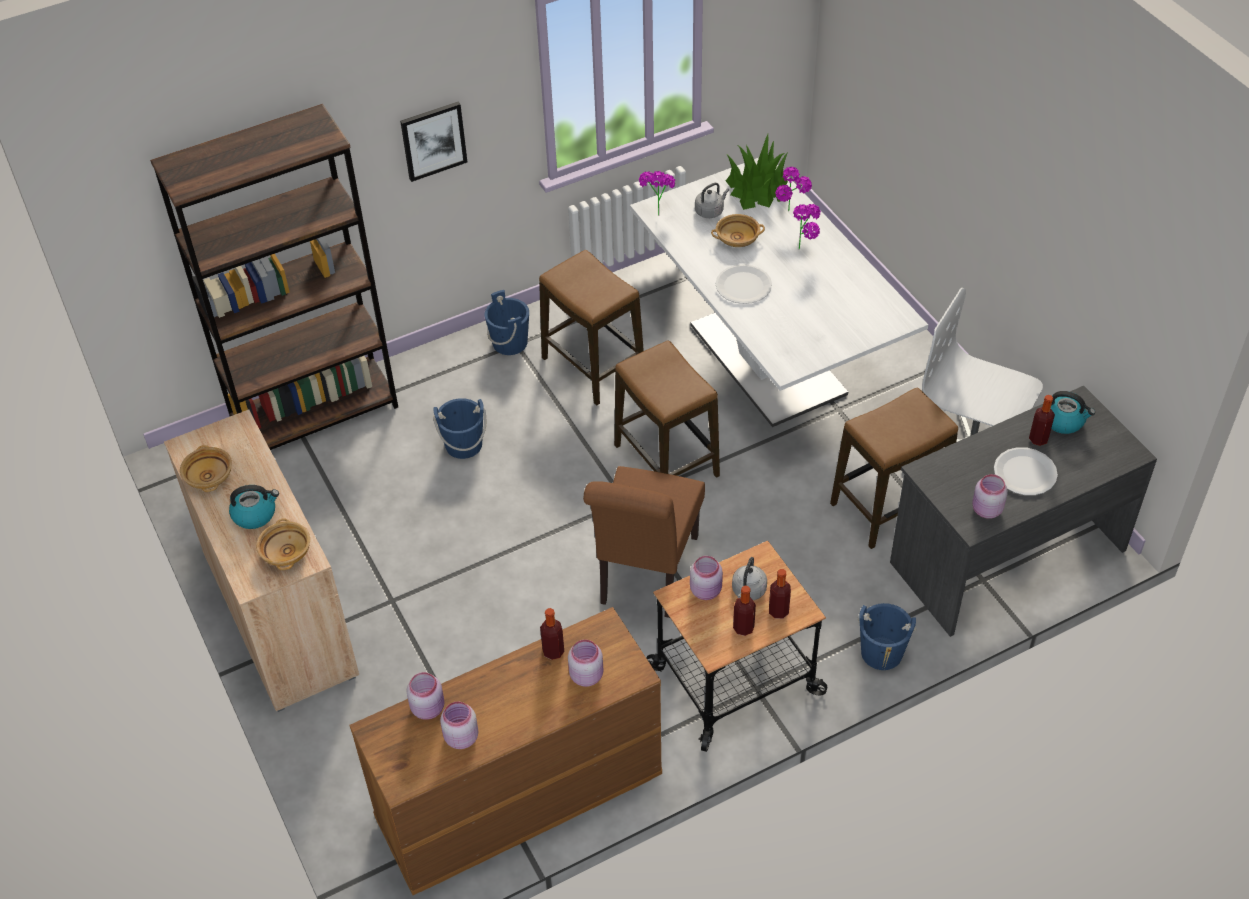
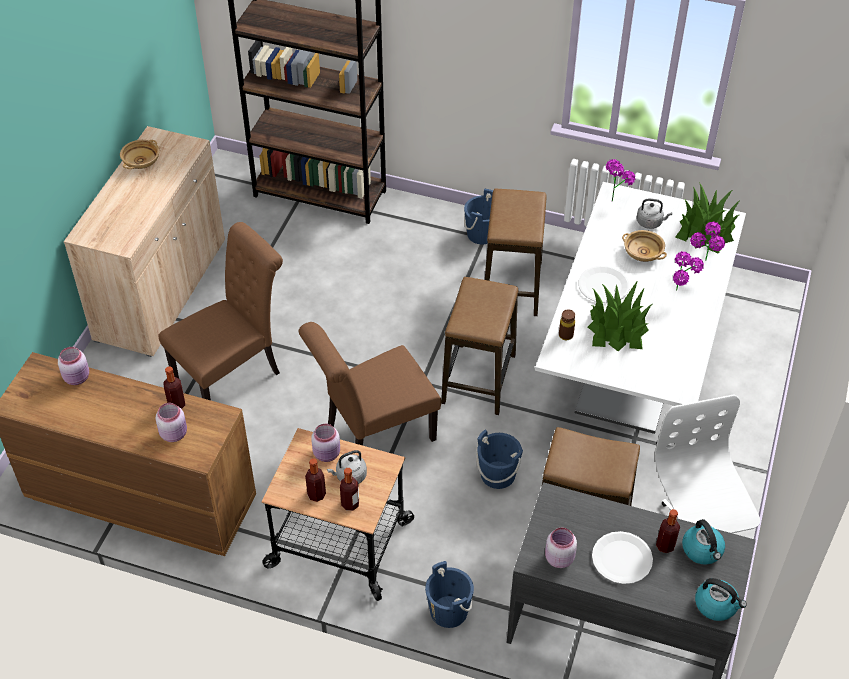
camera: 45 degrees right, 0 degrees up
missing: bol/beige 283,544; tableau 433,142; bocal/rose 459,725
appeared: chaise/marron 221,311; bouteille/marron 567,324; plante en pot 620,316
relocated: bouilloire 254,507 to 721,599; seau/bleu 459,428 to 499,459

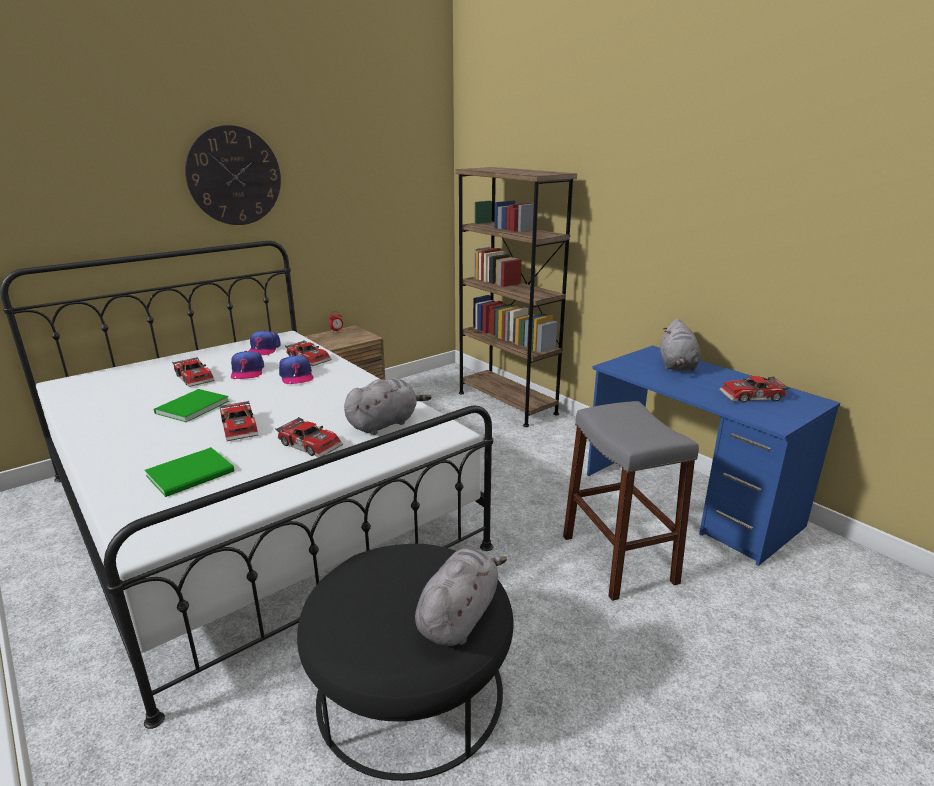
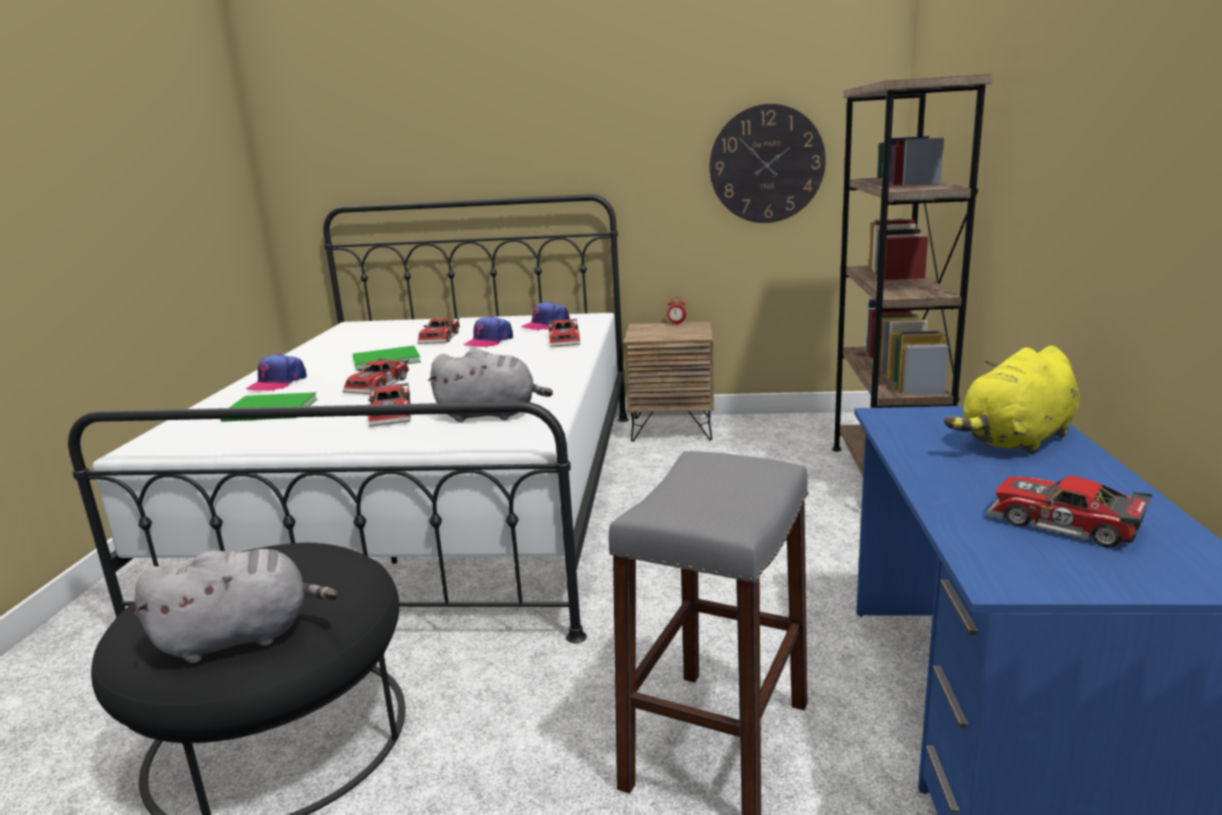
camera: 45 degrees right, 5 degrees down
relocated: horloge murale 233,175 to 767,163; casquette 296,369 to 276,372
colour: peluche/gris 680,344 to peluche/jaune 1011,400

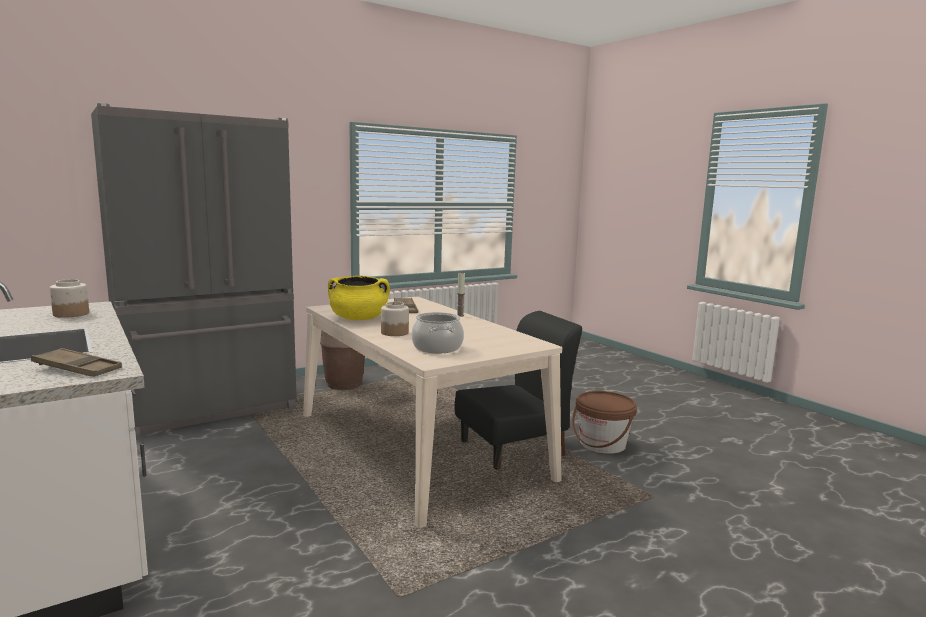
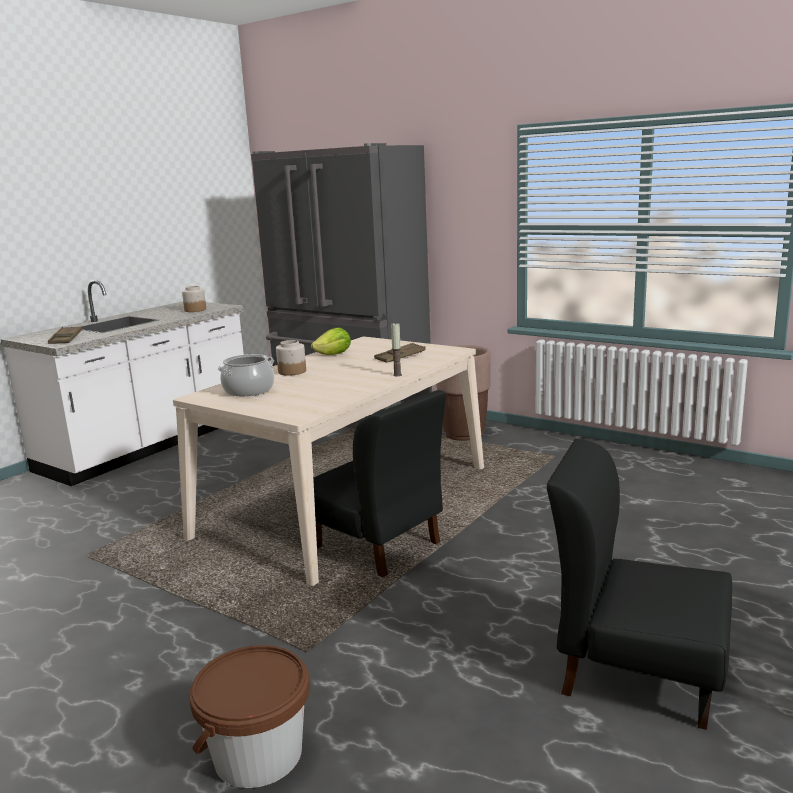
camera: 70 degrees right, 5 degrees up
appeared: chaise/noir 639,584
relocated: seau/marron 604,422 to 249,716
exchanged: marmite/jaune 359,298 to laitue 331,341

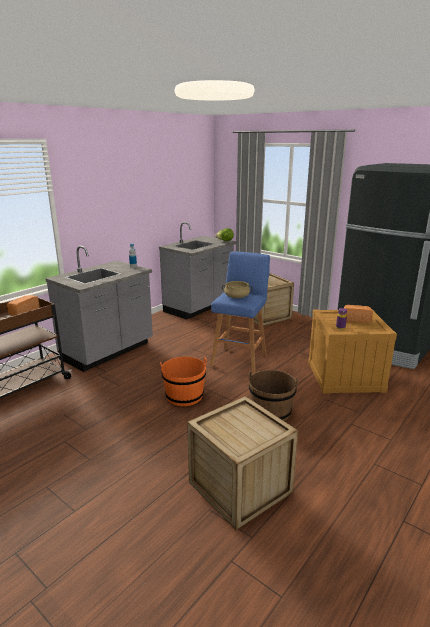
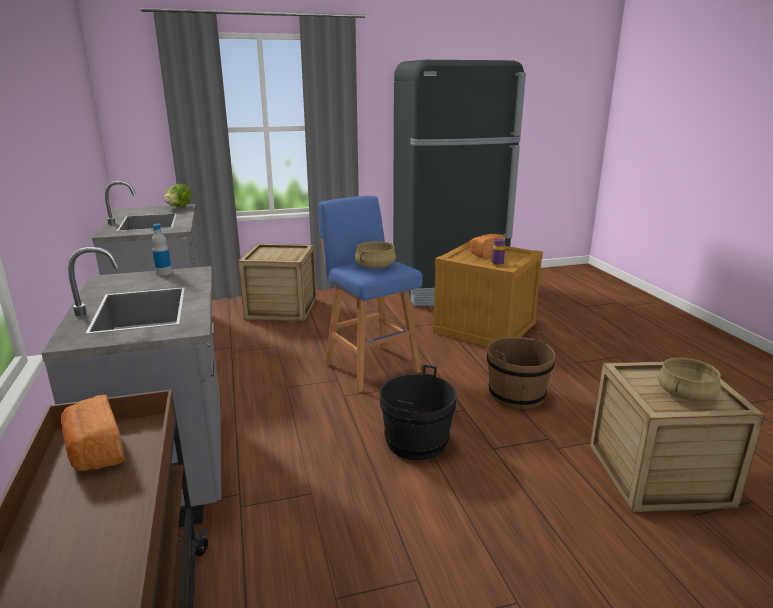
camera: 55 degrees left, 0 degrees up
appeared: marmite/beige 689,379
colour: seau/orange 183,381 to seau/noir 418,412

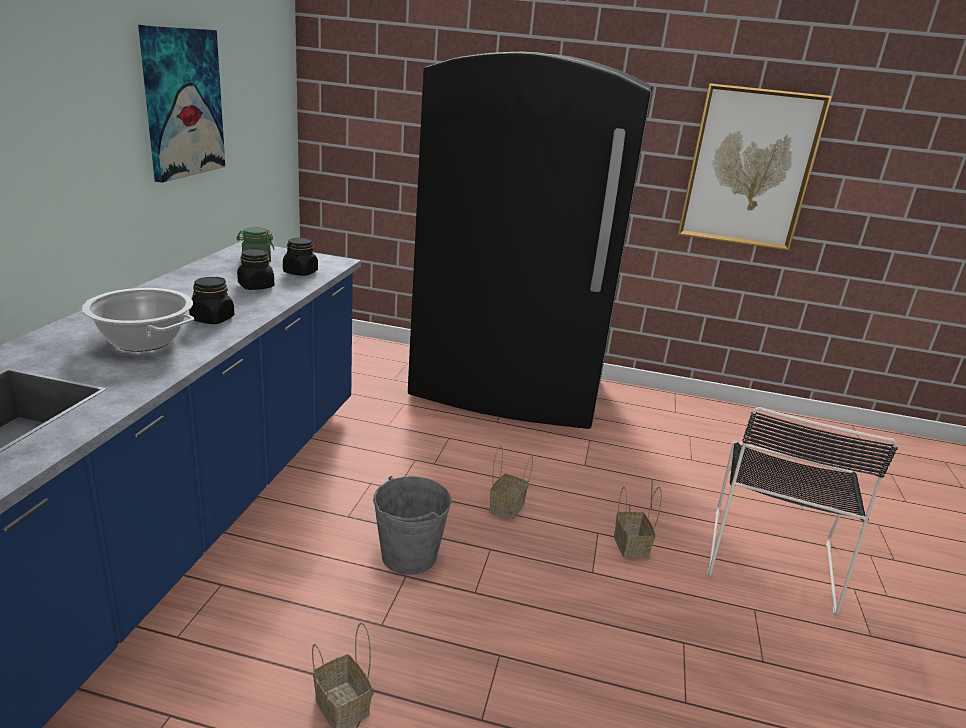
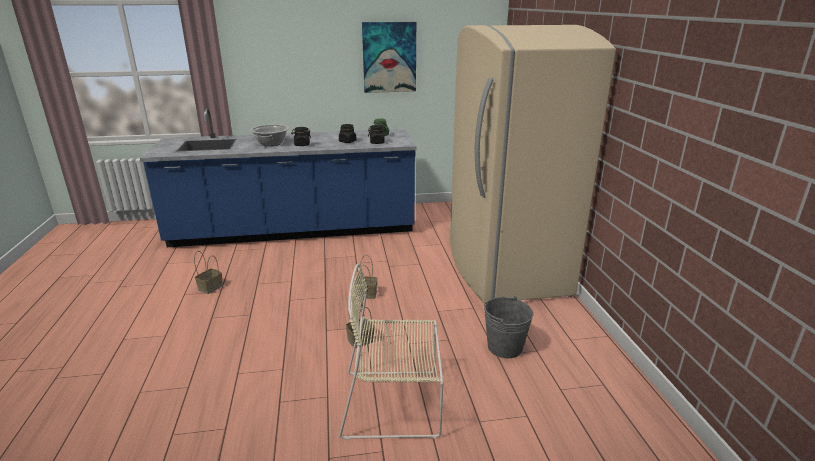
camera: 70 degrees right, 0 degrees up
missing: tableau 755,166
relocated: seau/gris 412,525 to 509,327
colour: réfrigérateur/noir 530,240 to réfrigérateur/beige 533,164; chaise/noir 802,511 to chaise/beige 391,352

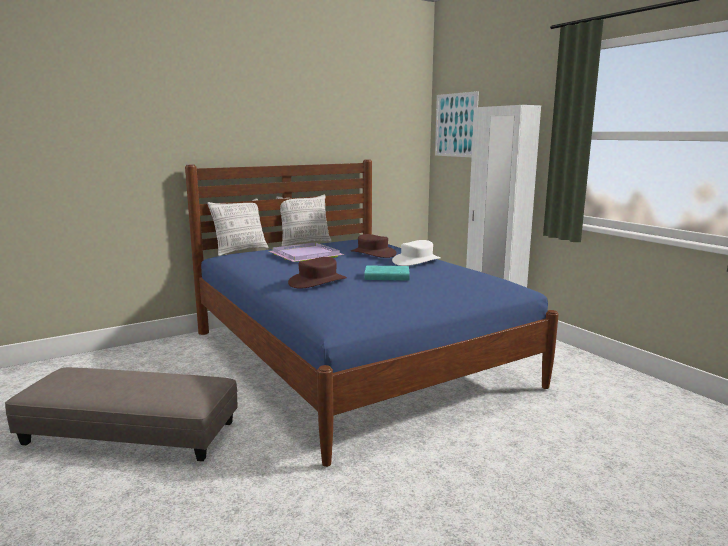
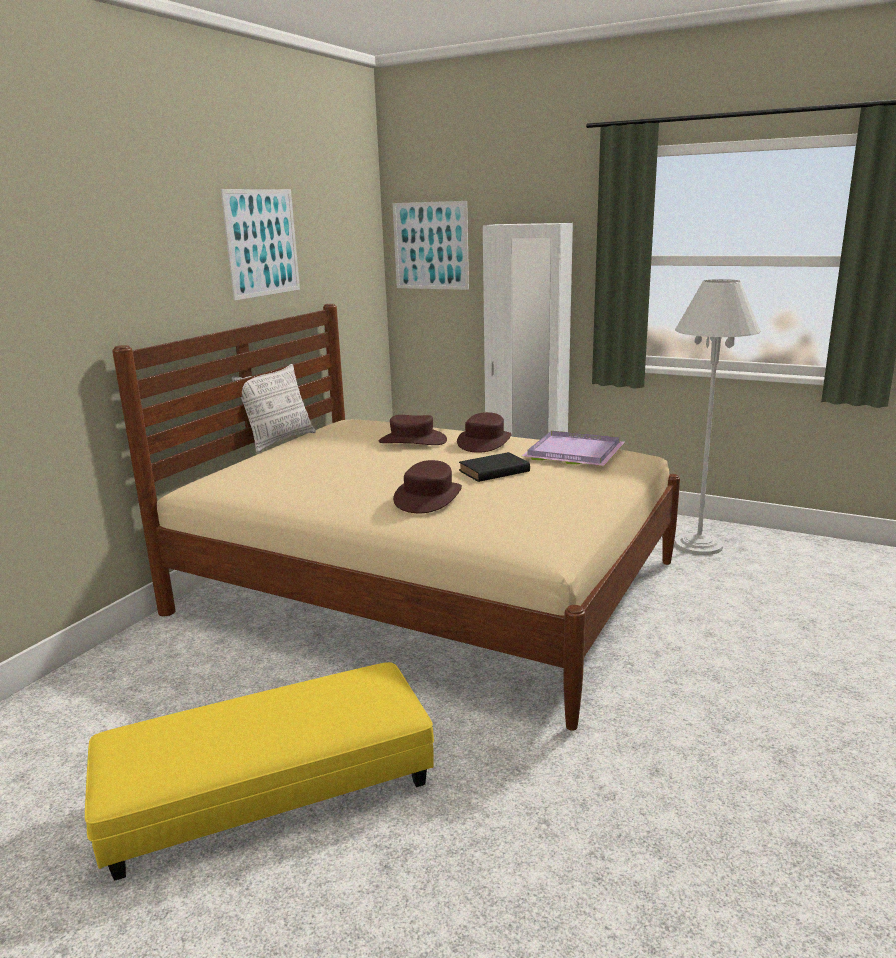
camera: 30 degrees left, 5 degrees up
missing: coussin 237,227
appeared: tableau 260,244; lampadaire/blanc 717,417
relocated: plateau/violet 307,252 to 573,448
colour: pouf/gris 121,414 to pouf/jaune 259,771; lit/bleu 372,313 to lit/beige 396,517; livre/turquoise 387,273 to livre/noir 494,467; chapeau/blanc 416,253 to chapeau/marron 484,432

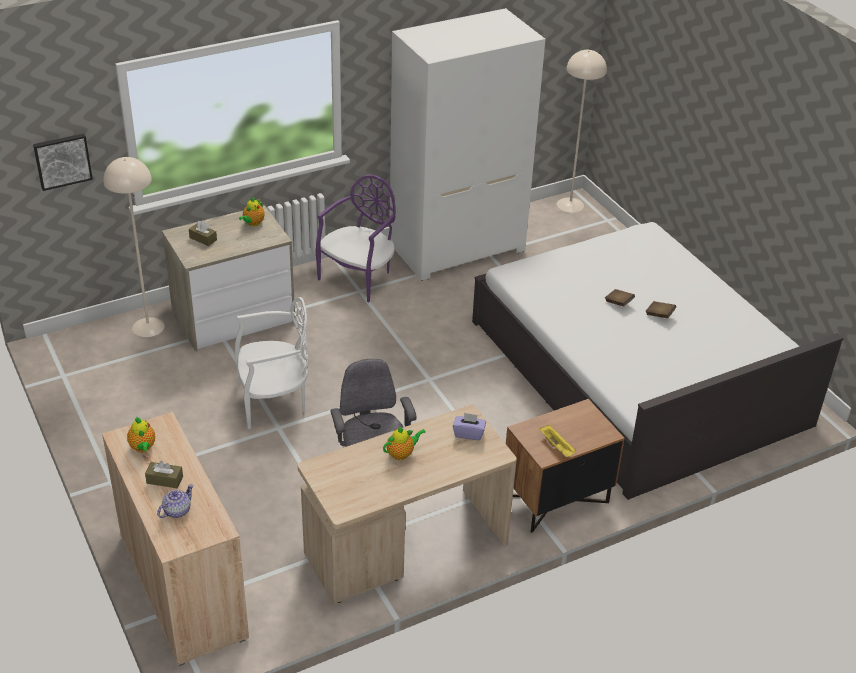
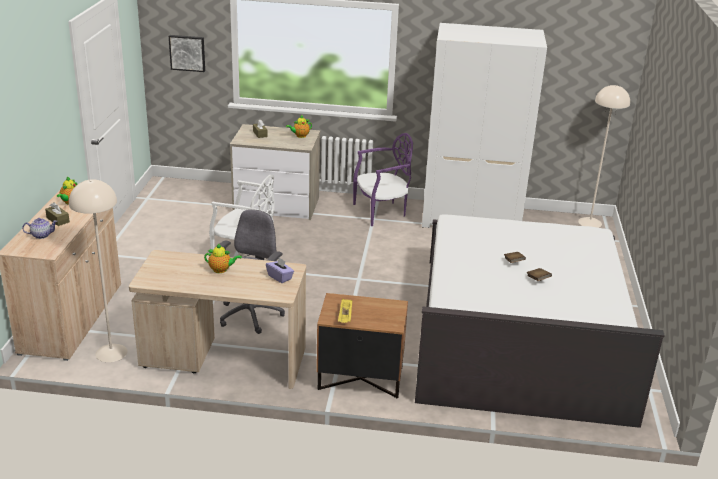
camera: 35 degrees right, 10 degrees down
relocated: lampadaire/beige 134,247 to 98,270

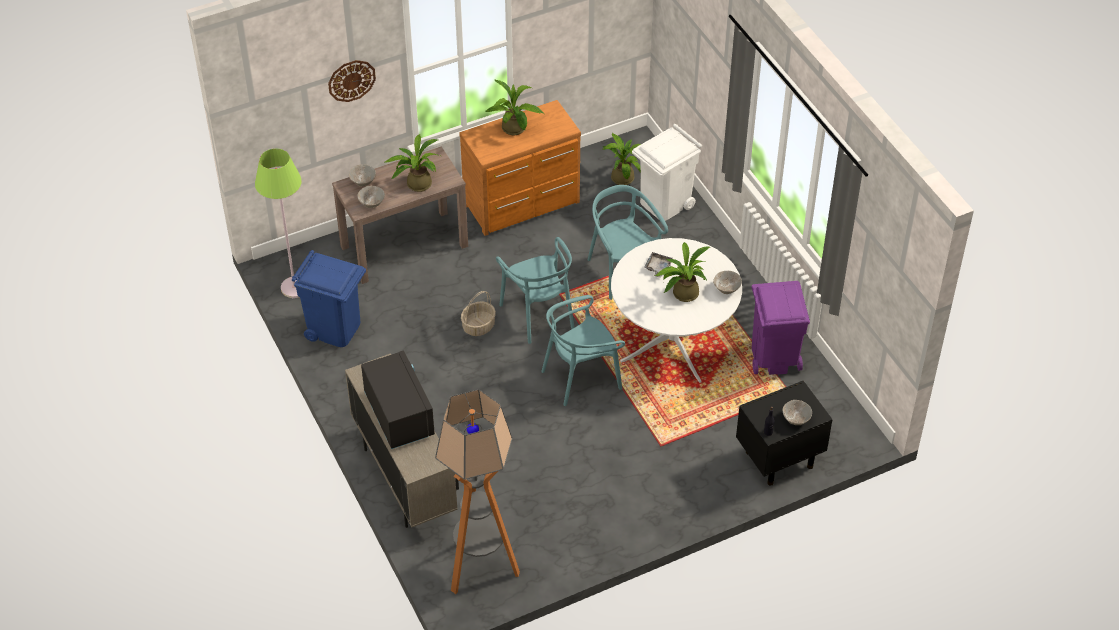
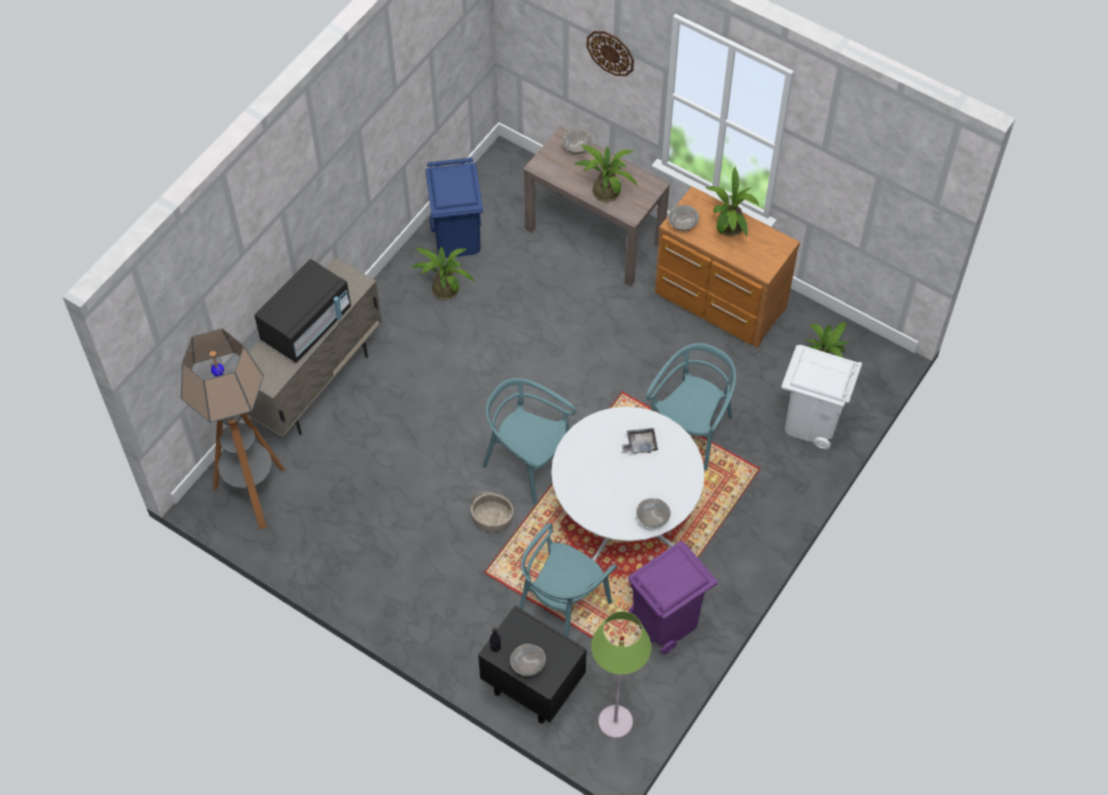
camera: 60 degrees right, 10 degrees up
relocated: lampadaire/vert 278,223 to 621,675; bol/gris 371,197 to 683,218; panier 478,313 to 492,512; chaise/turquoise 535,290 to 568,580; plante en pot 682,272 to 443,273

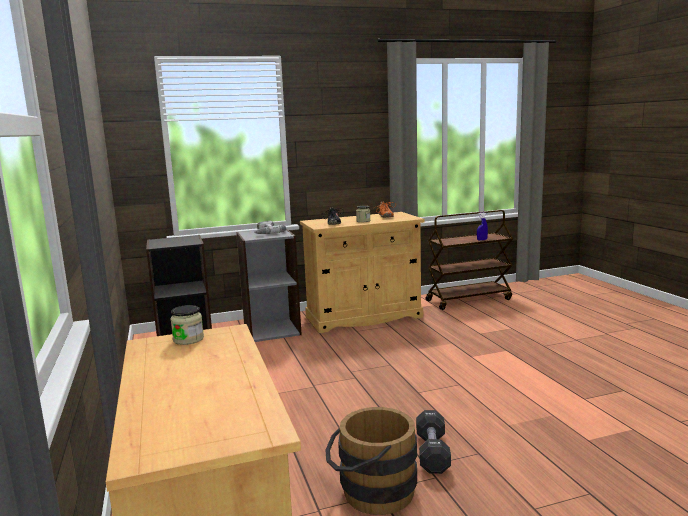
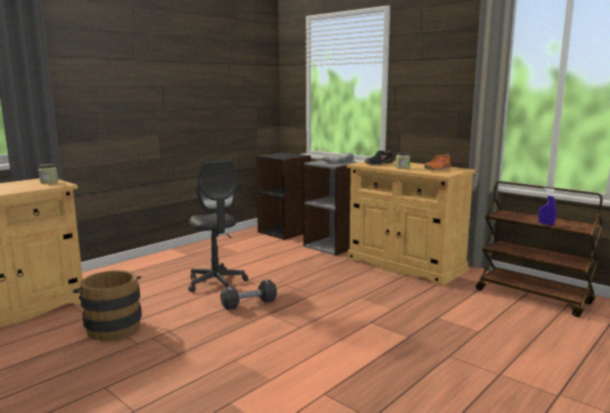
camera: 60 degrees right, 0 degrees up
appeared: chaise de bureau/gris 218,226
relocated: haltère/noir 433,442 to 248,295

